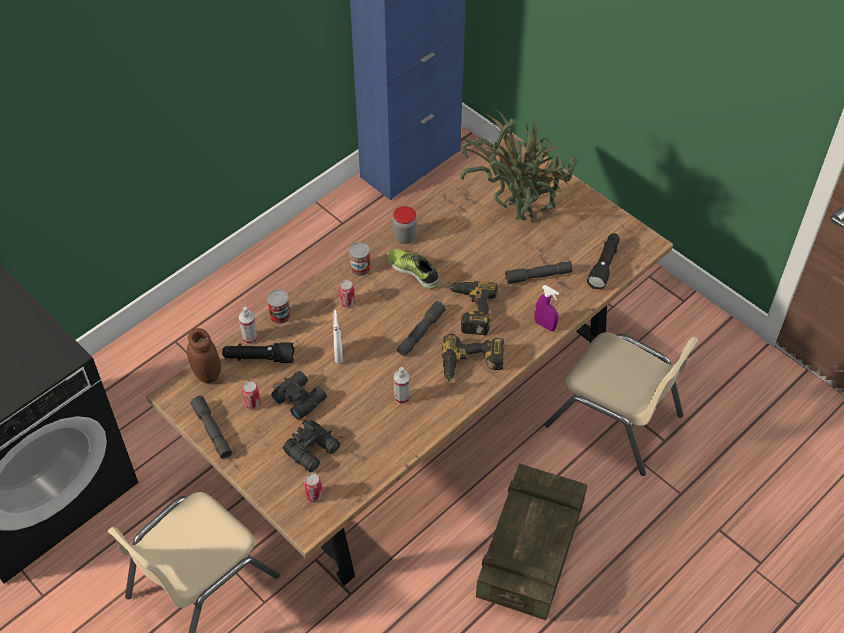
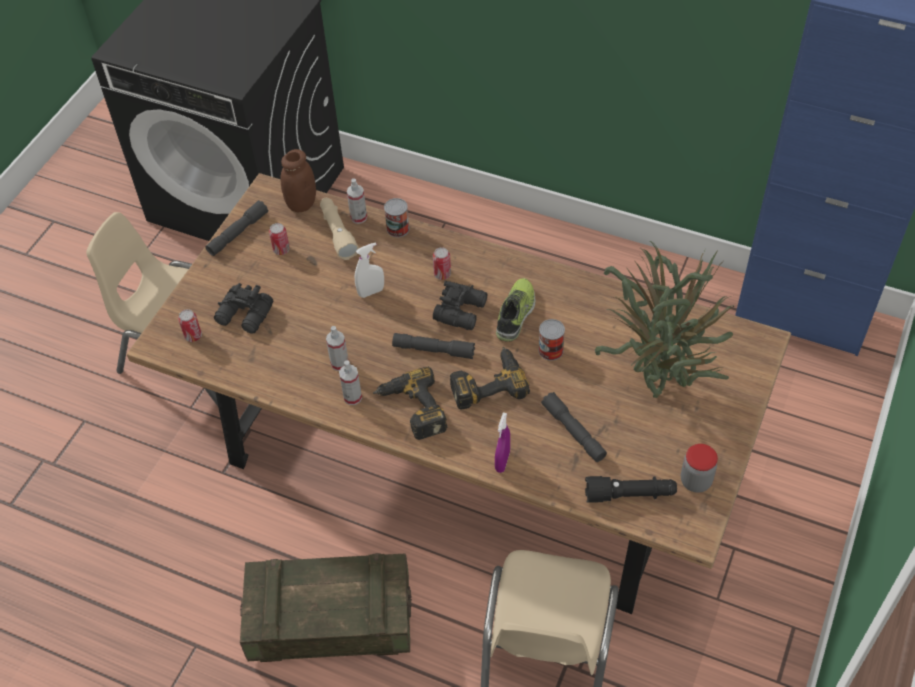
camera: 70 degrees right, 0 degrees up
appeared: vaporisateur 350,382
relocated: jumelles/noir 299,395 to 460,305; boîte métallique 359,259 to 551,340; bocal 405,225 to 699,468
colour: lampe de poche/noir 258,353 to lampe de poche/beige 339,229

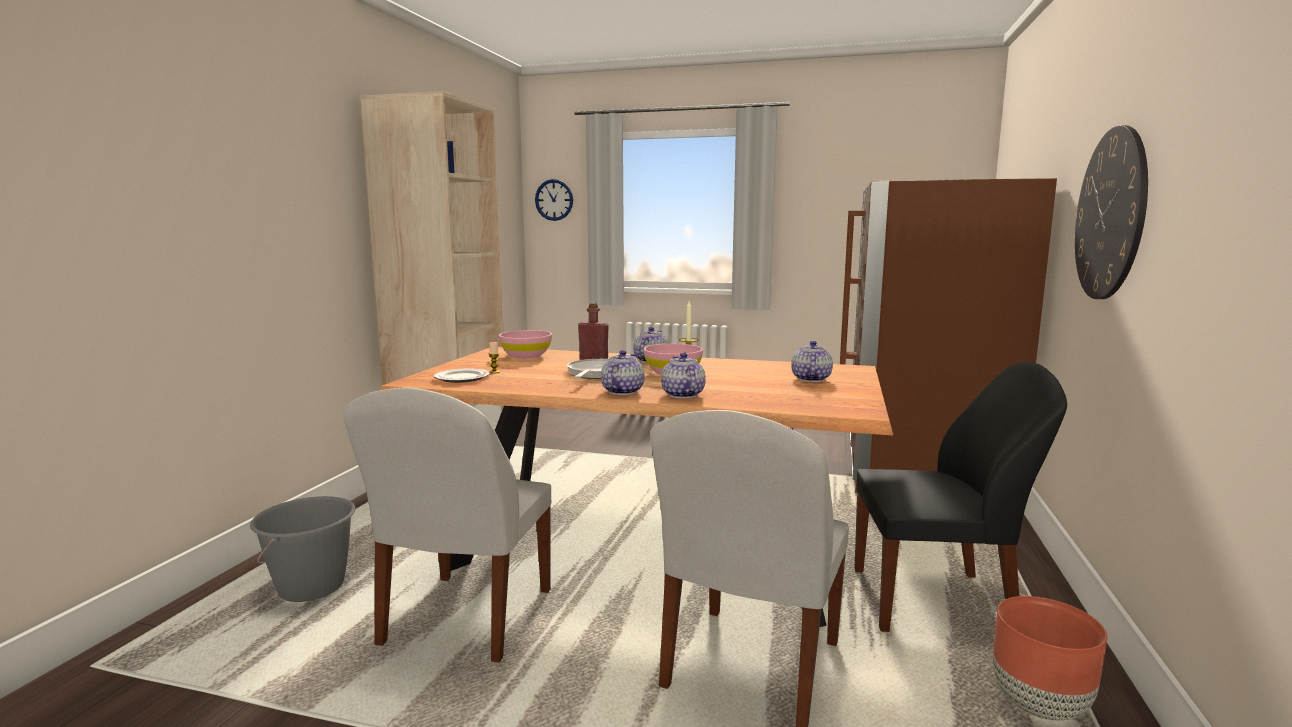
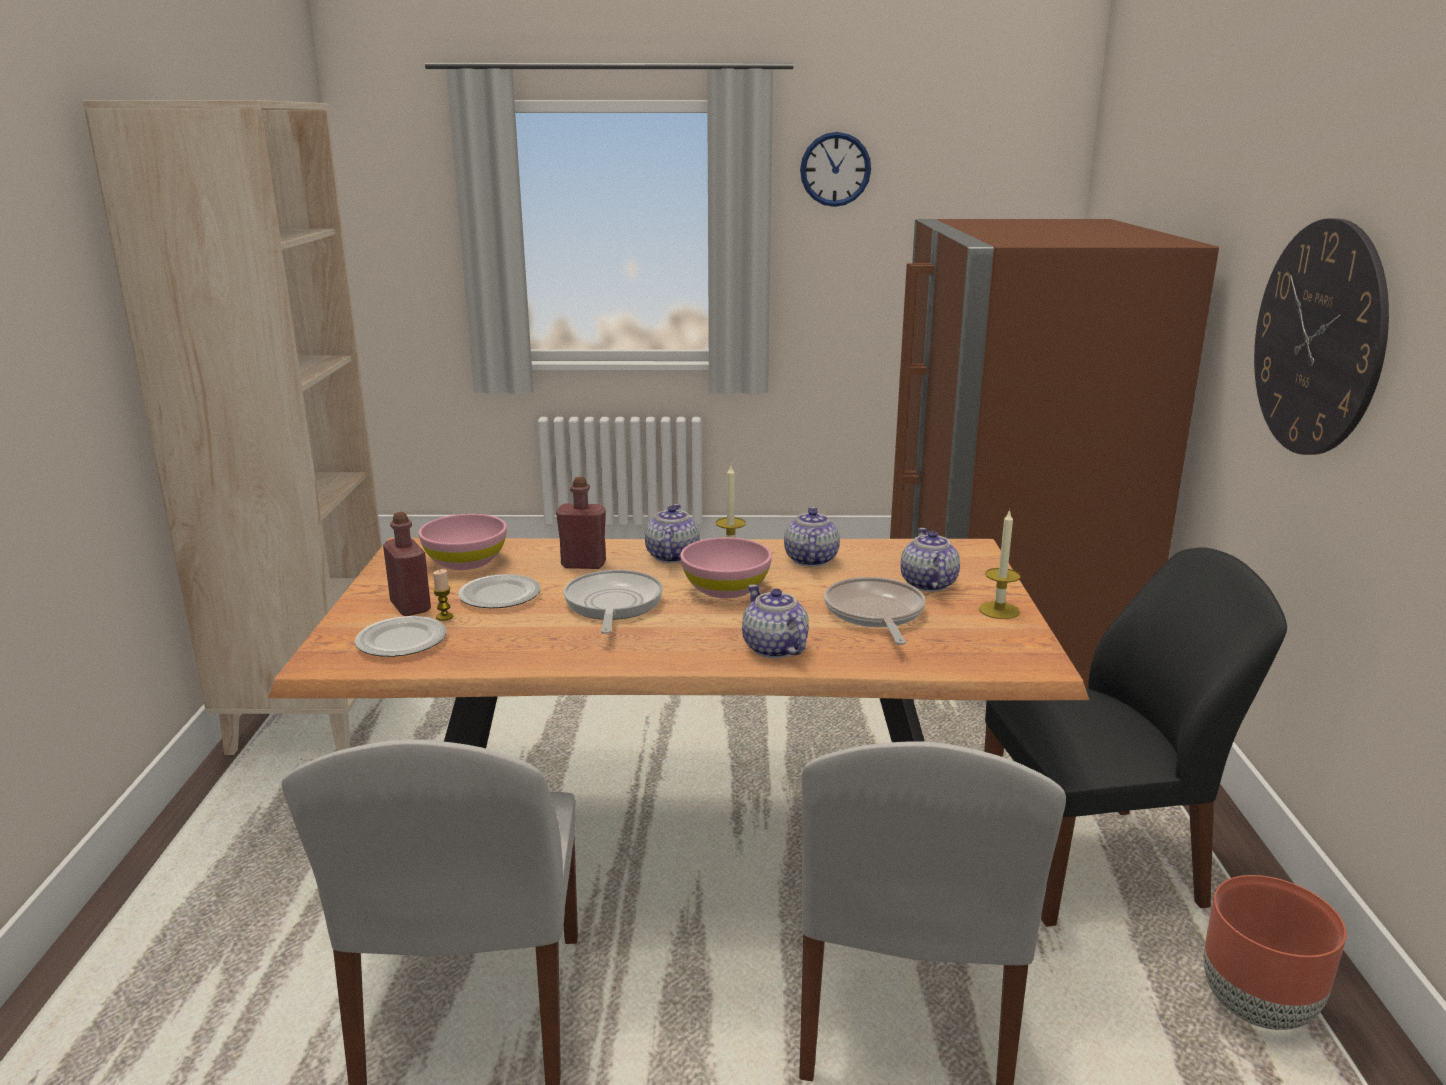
camera: 15 degrees left, 10 degrees up
missing: seau/gris 303,549
appeared: bouteille/rouge 407,564; assiette 499,591; poêle 875,611; bougie 1000,564
relocated: horloge murale 554,200 to 835,169; théière 623,372 to 812,537

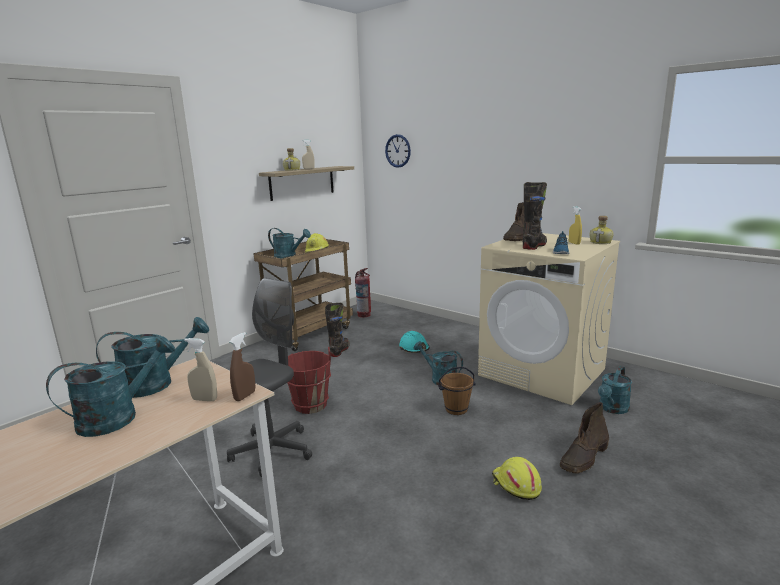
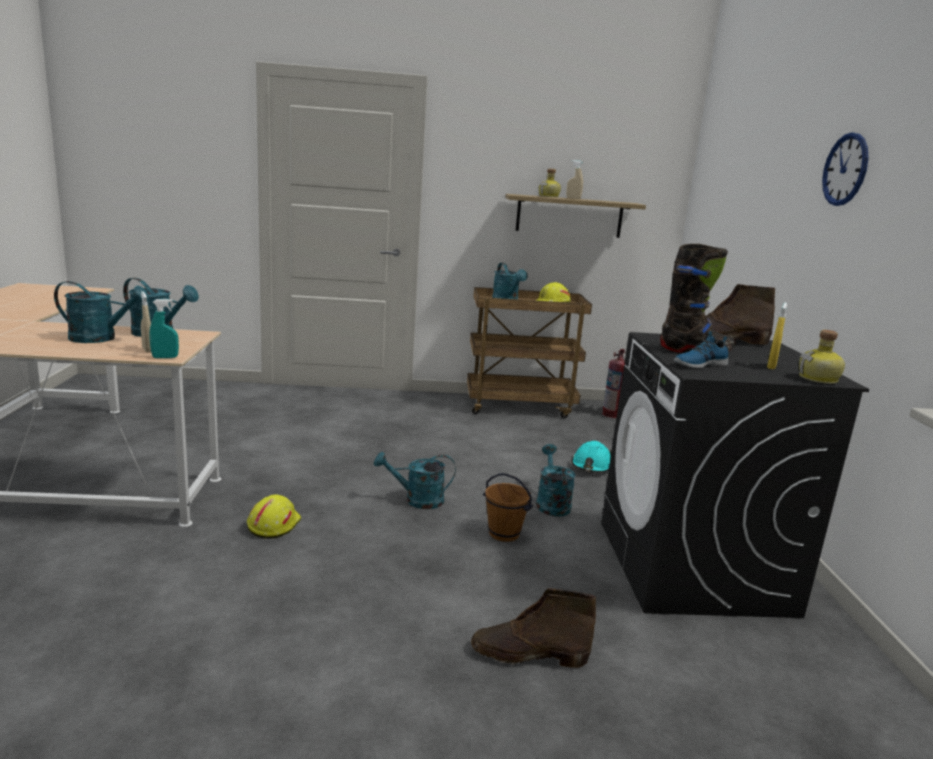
camera: 45 degrees right, 0 degrees up
missing: chaise de bureau/gris 269,377; seau/rouge 309,380; botte/noir 337,330
relocated: horloge murale 398,151 to 845,169; casque de chantier/jaune 517,478 to 274,517; arrosoir/turquoise 615,390 to 415,480
colour: vaporisateur/marron 242,366 to vaporisateur/turquoise 164,328; lave-linge/beige 549,319 to lave-linge/noir 735,475

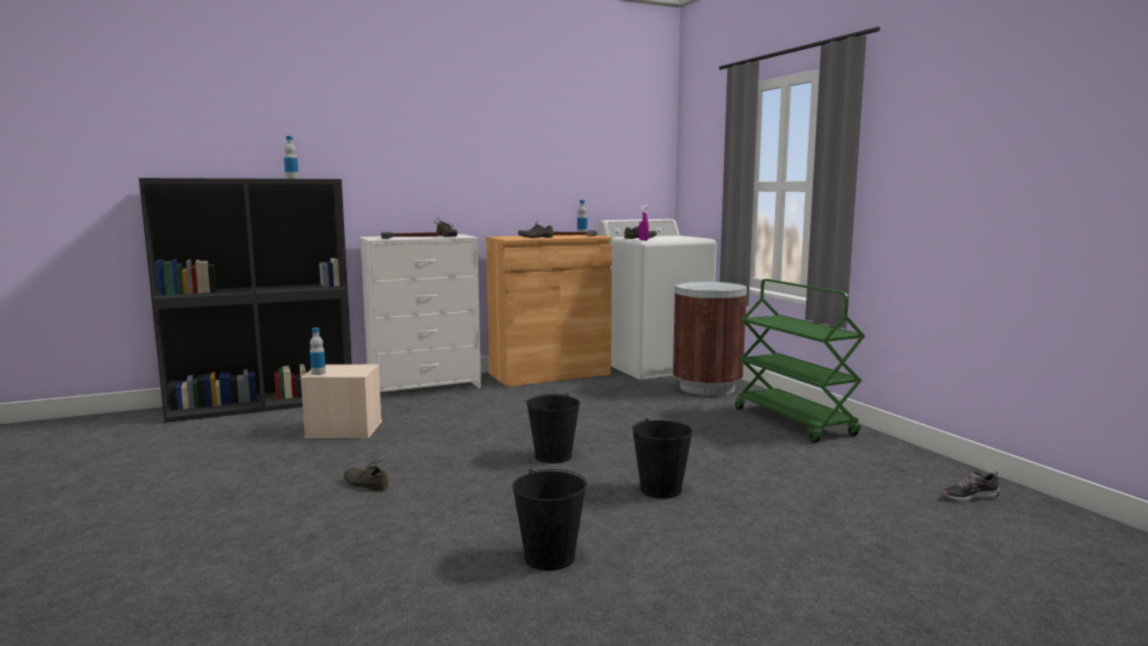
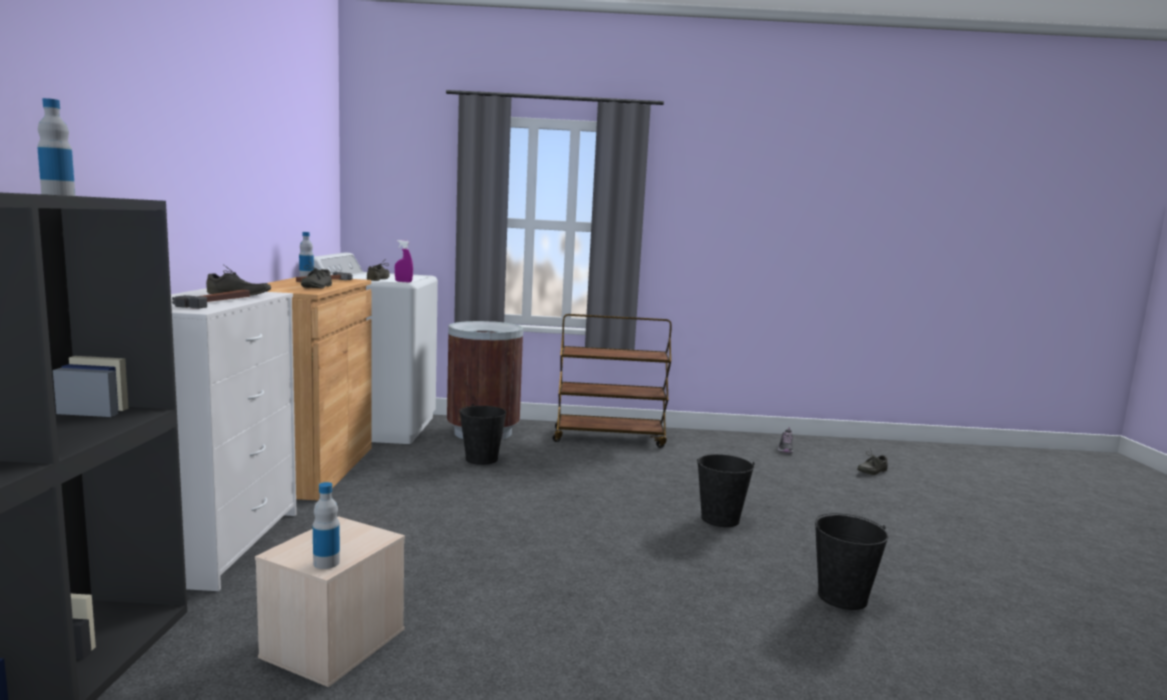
camera: 65 degrees left, 0 degrees up
relocated: chaussure/gris 366,473 to 872,461; seau/noir 553,428 to 483,434
colour: chariot/vert 800,361 to chariot/marron 612,381

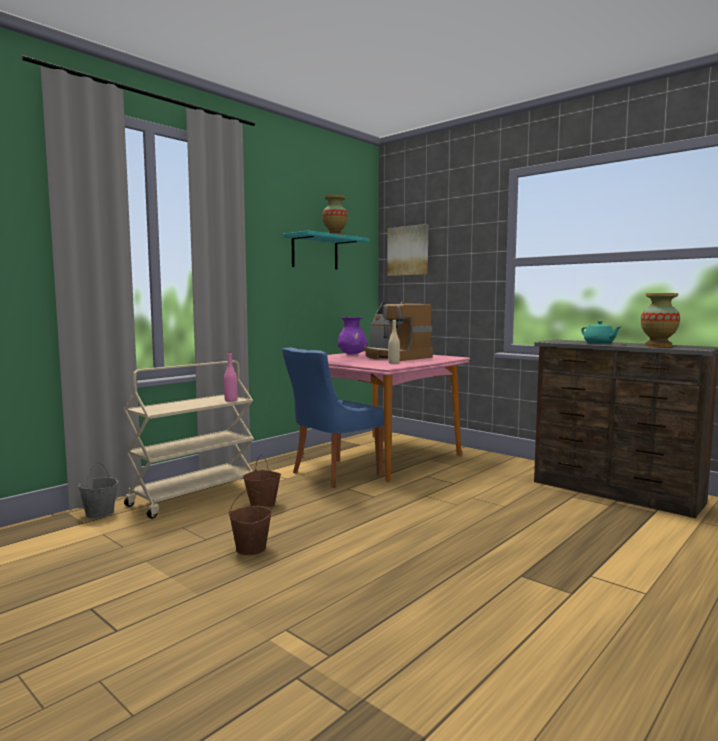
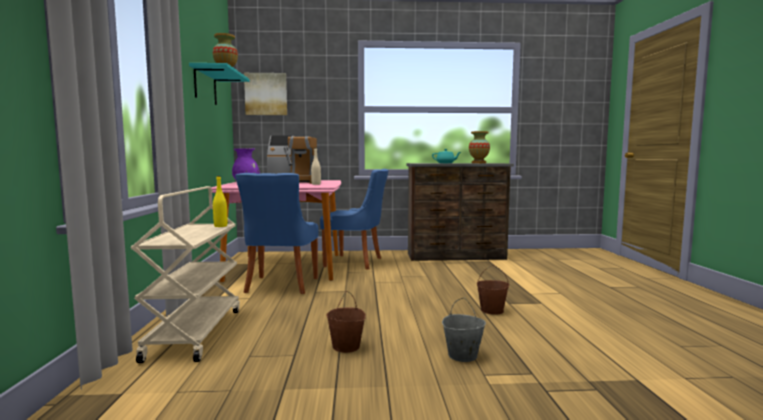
camera: 45 degrees left, 0 degrees up
appeared: chaise/bleu 354,219
relocated: seau/gris 98,490 to 464,330; seau/marron 262,481 to 493,290
colour: bouteille/rose 230,377 to bouteille/jaune 220,201

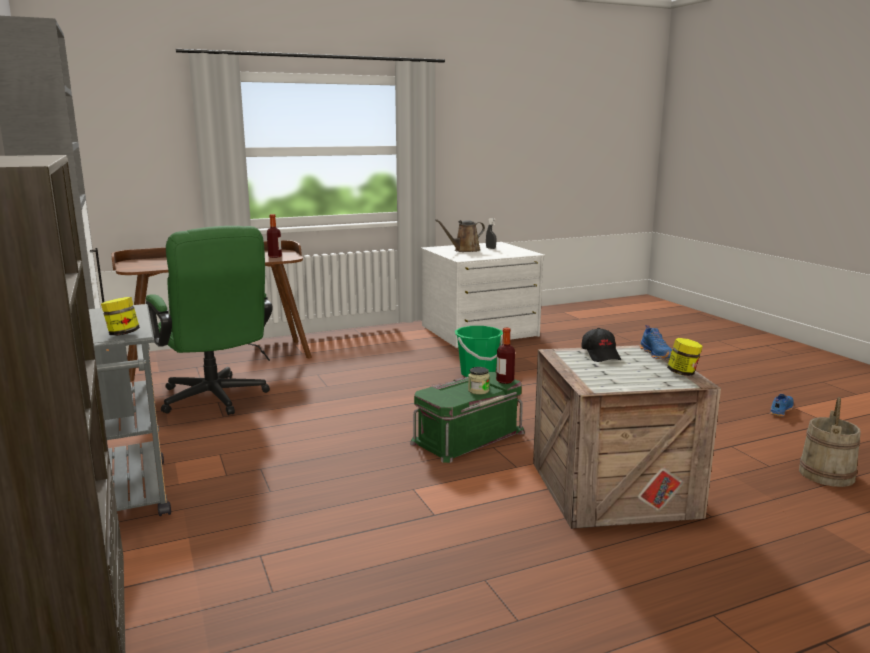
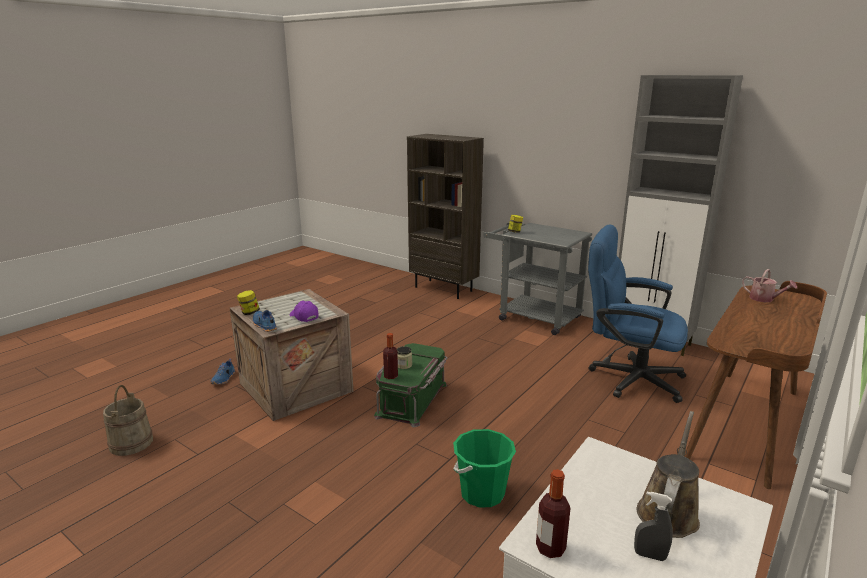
camera: 150 degrees right, 5 degrees up
appeared: arrosoir 769,285
relocated: bouteille 274,236 to 553,513; chaussure/bleu 781,405 to 223,371
colour: chaise de bureau/vert 209,320 to chaise de bureau/bleu 638,313; casquette/noir 601,345 to casquette/violet 304,311

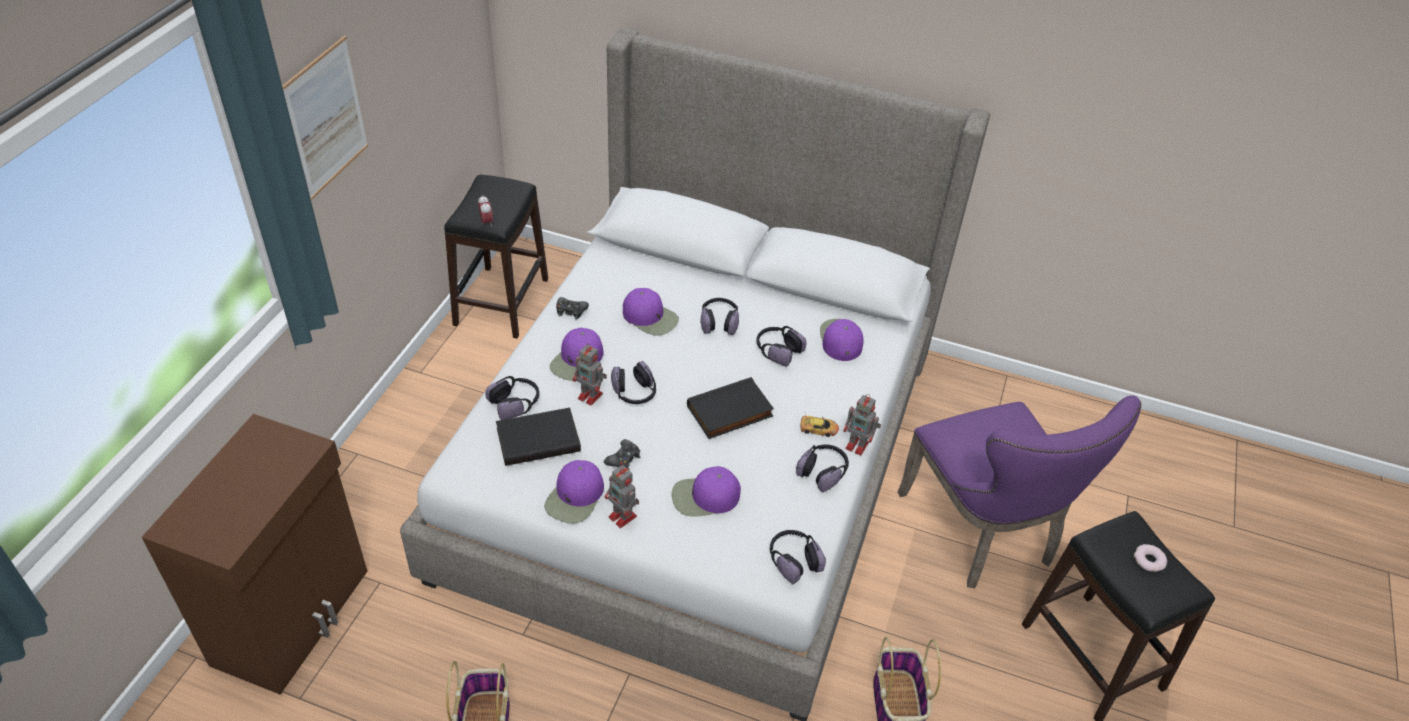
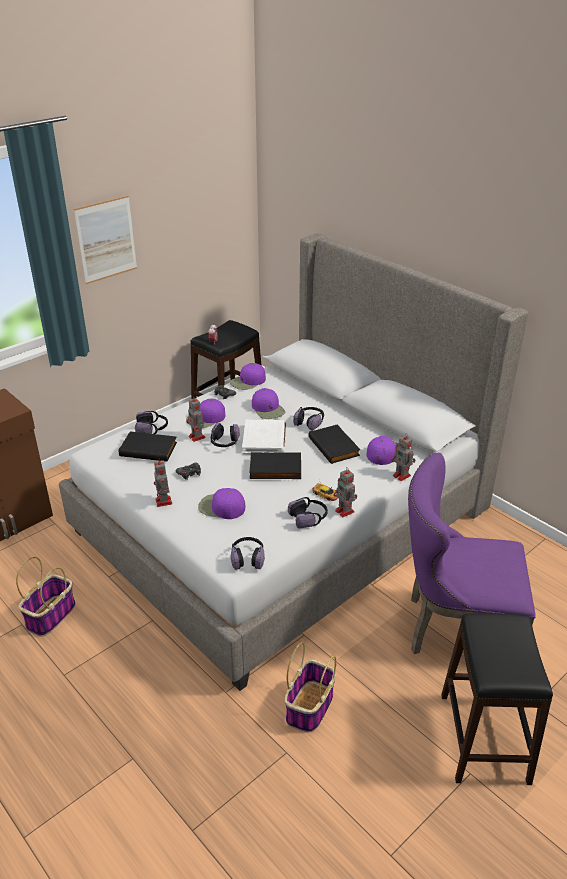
camera: 30 degrees right, 10 degrees down
missing: beignet 1150,558
appeared: livre/blanc 264,437; robot jouet 403,457
relocated: casquette/violet 574,491 to 248,376
exchanged: casque audio 781,346 to livre/noir 334,444
spun: chaise/violet 1020,491 = 472,553 90 degrees clockwise

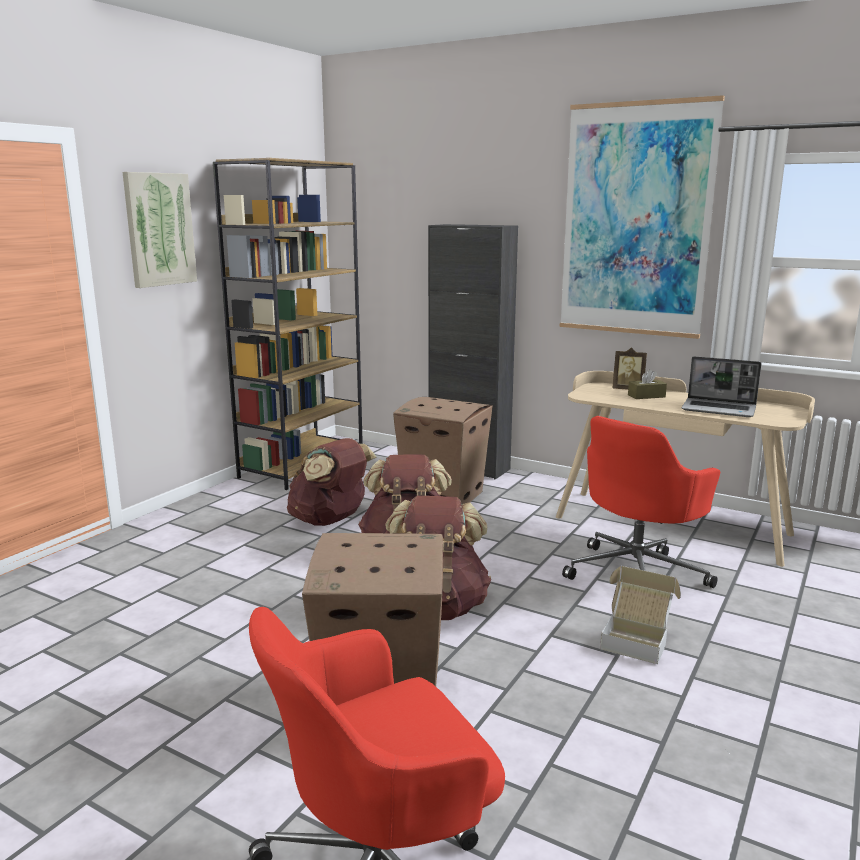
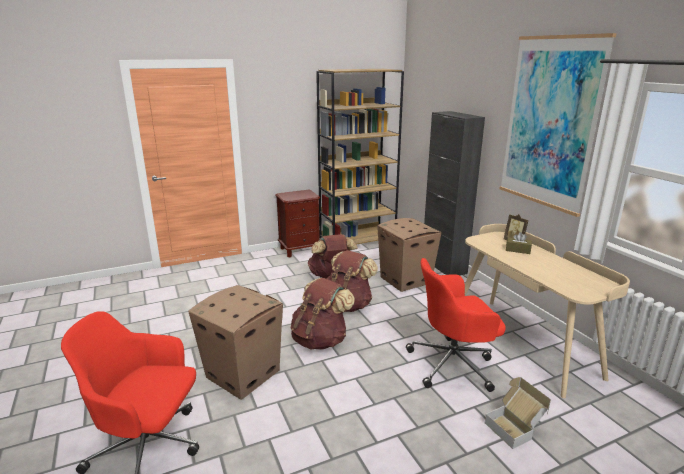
camera: 35 degrees right, 5 degrees up
missing: tableau 159,230; ordinateur portable 721,386
appeared: table de chevet/marron 297,223
relocated: carton 640,615 to 518,413

